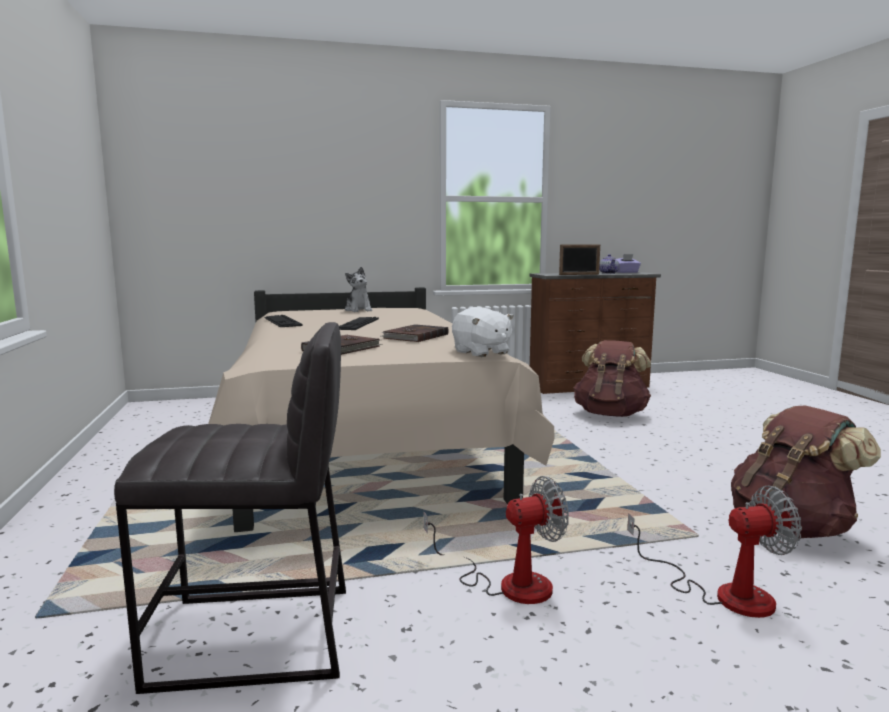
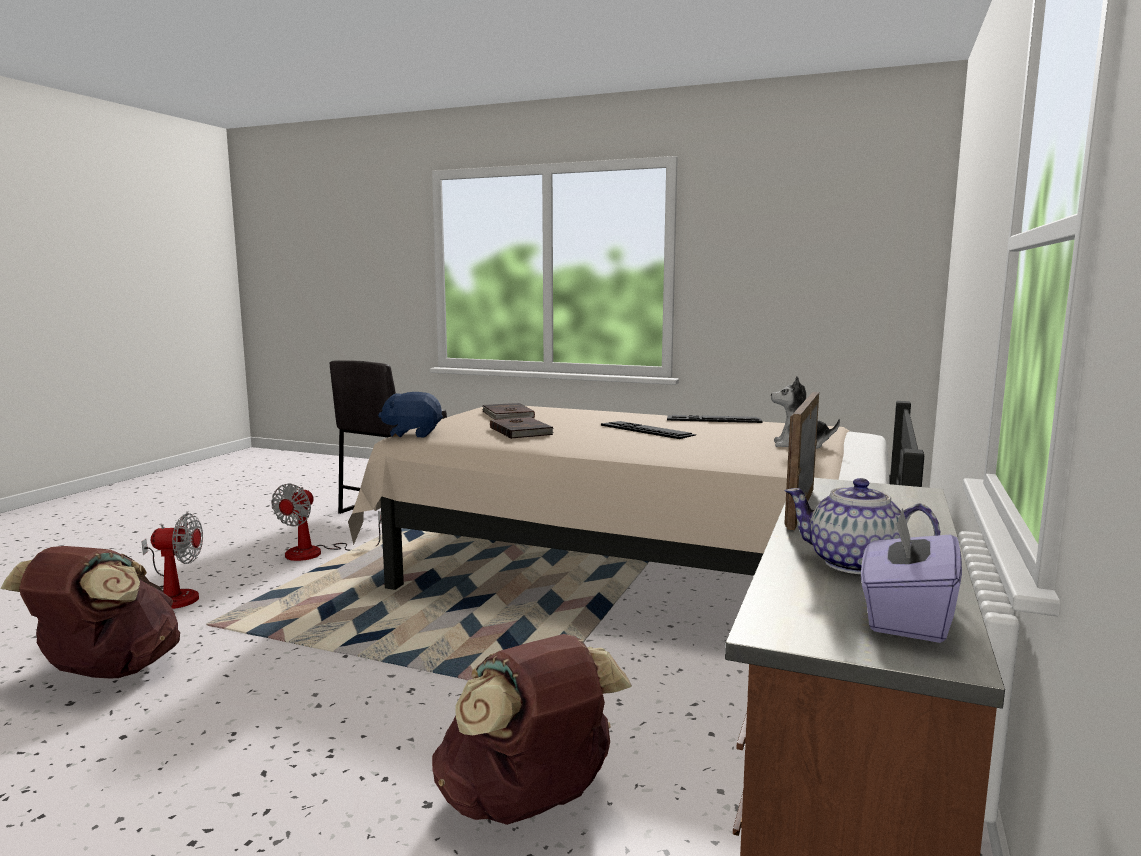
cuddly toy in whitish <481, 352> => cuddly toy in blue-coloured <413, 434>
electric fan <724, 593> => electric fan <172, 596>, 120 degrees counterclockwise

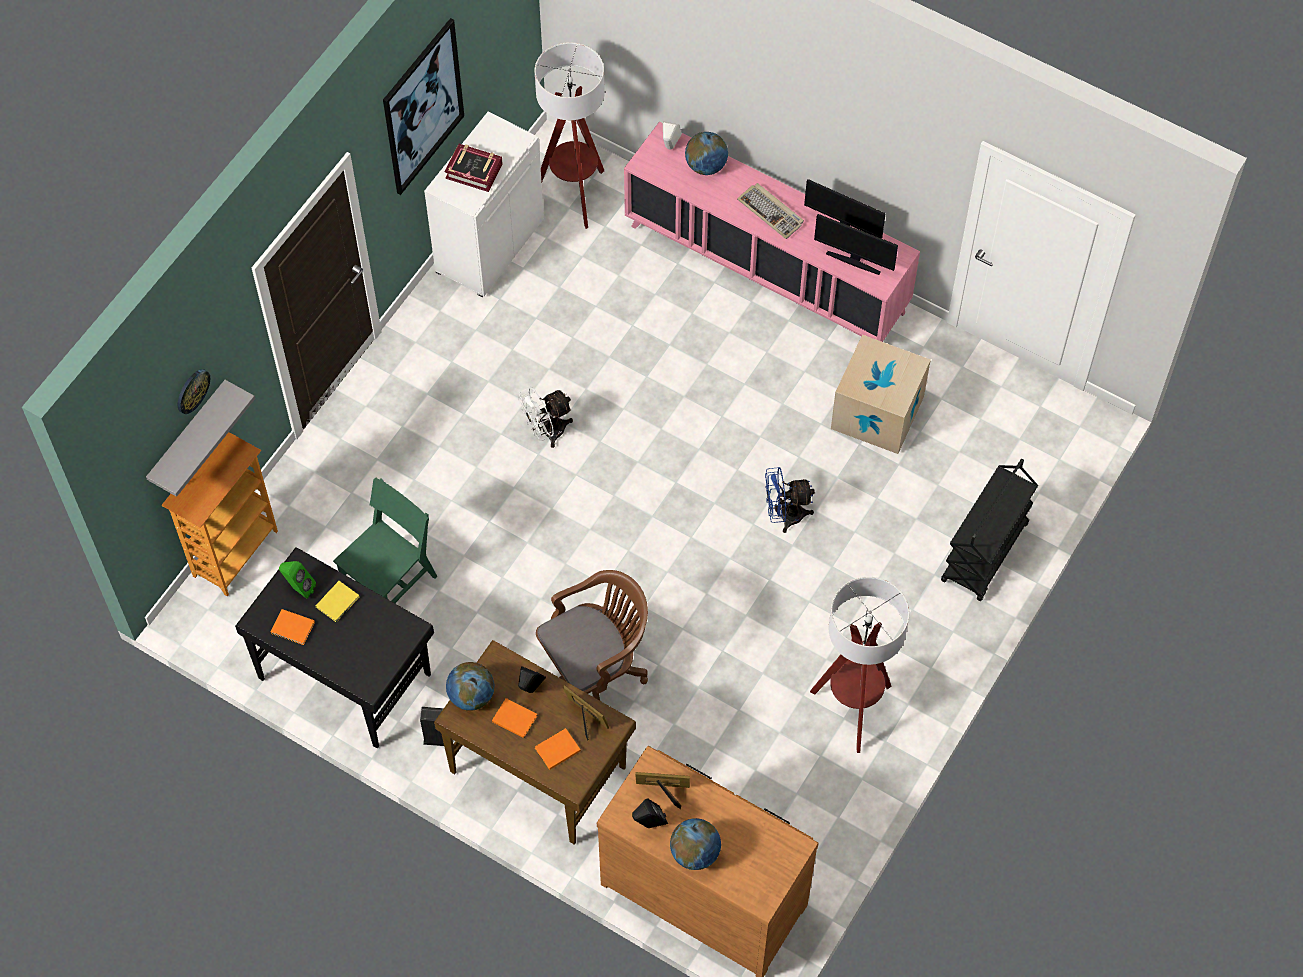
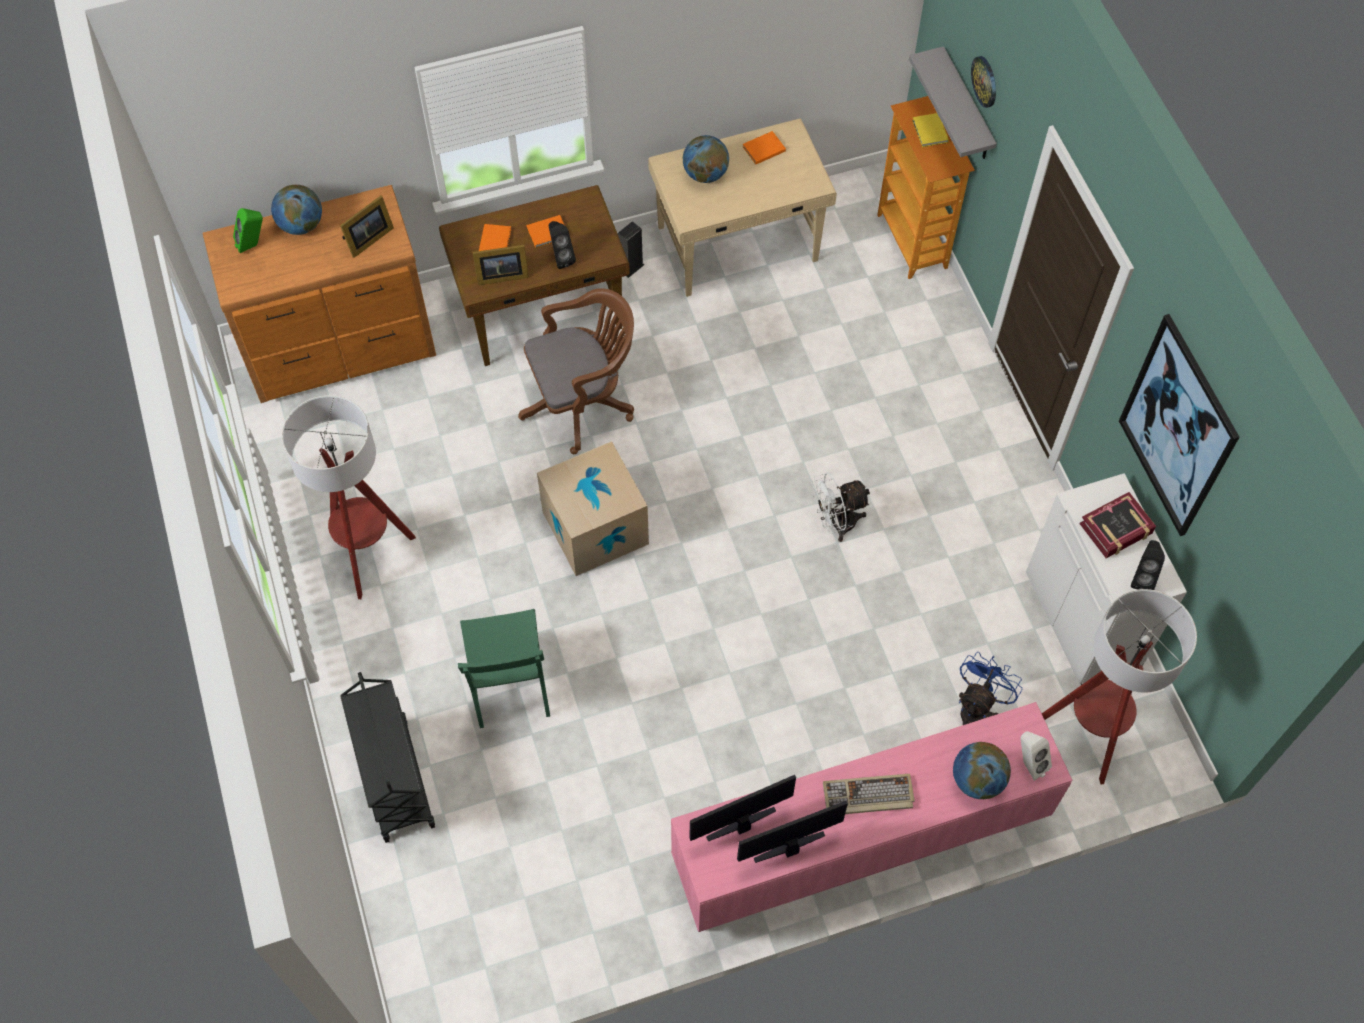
desk table in black-coloured <344, 674> => desk table in beige-coloured <739, 245>
audio speaker in greenish <299, 588> => audio speaker in greenish <253, 245>, moved
book in yellow <339, 602> => book in yellow <929, 132>, moved
upright chair in greenish <390, 583> => upright chair in greenish <509, 685>, moved
world globe <471, 696> => world globe <705, 174>, moved
electric fan in whitish <547, 432> => electric fan in whitish <836, 523>, 120 degrees counterclockwise
desk chair in brownish <594, 671> => desk chair in brownish <583, 402>, 120 degrees counterclockwise
audio speaker in black-coloured <649, 824> => audio speaker in black-coloured <1141, 577>, moved
electric fan in blue-coloured <785, 515> => electric fan in blue-coloured <977, 708>, moved
packing box <877, 412> => packing box <595, 528>, moved

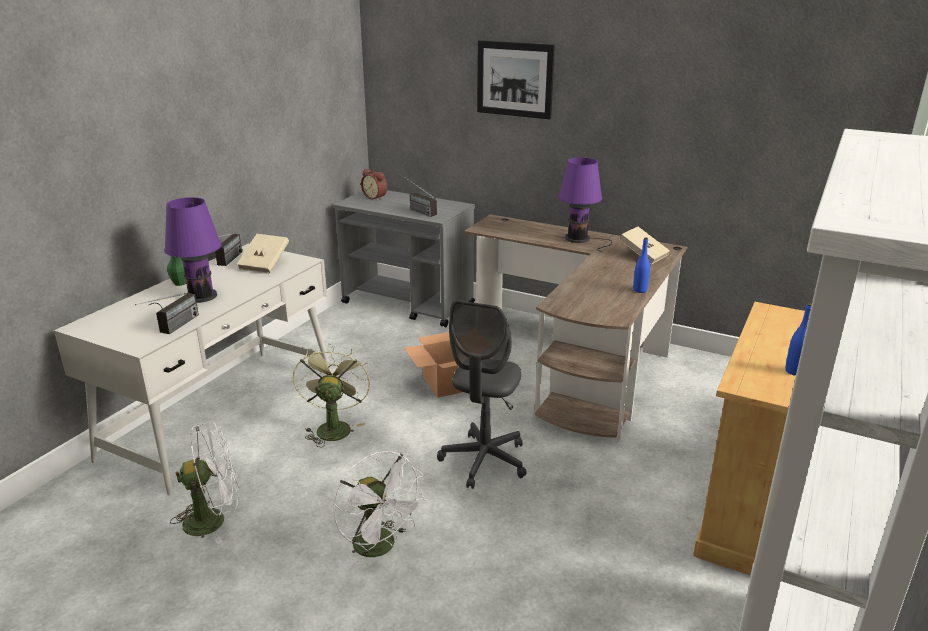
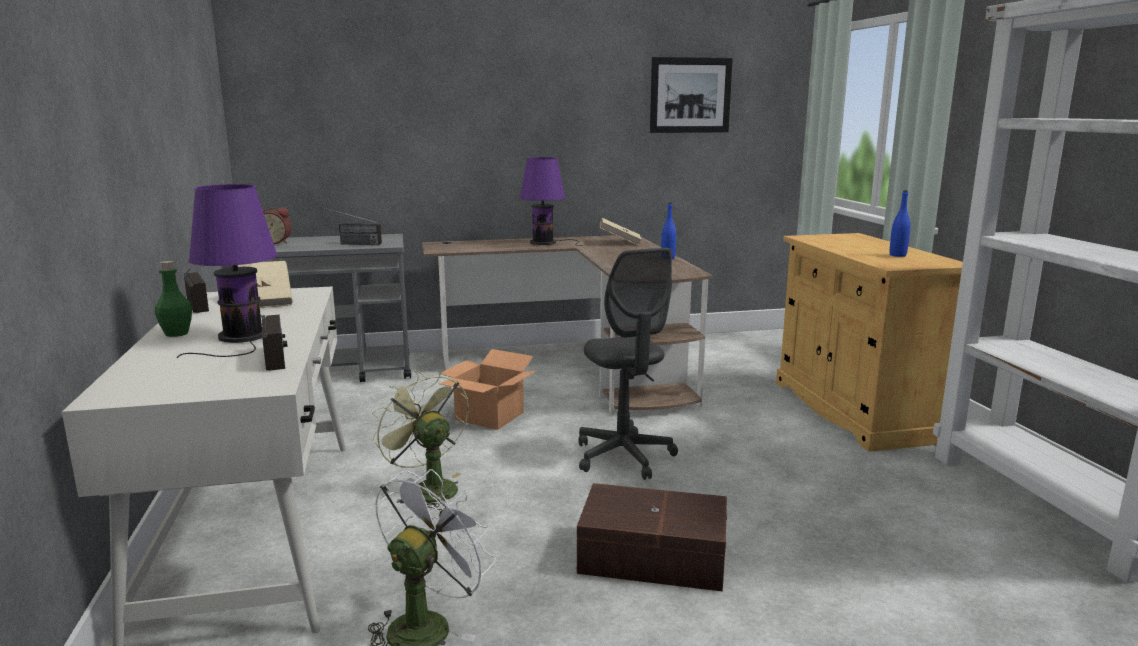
electric fan in whitish <381, 548> => storage bin in brownish <651, 555>
wall art <514, 79> => wall art <690, 95>, moved

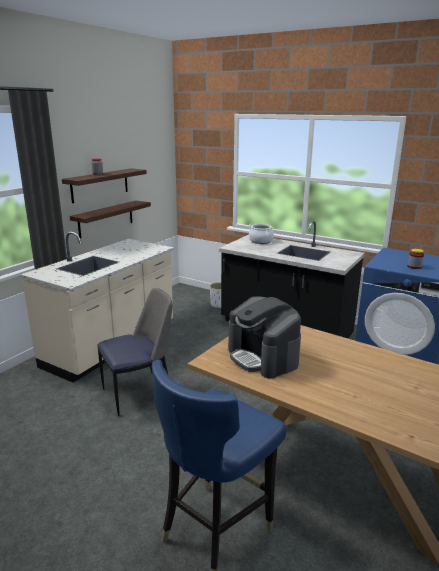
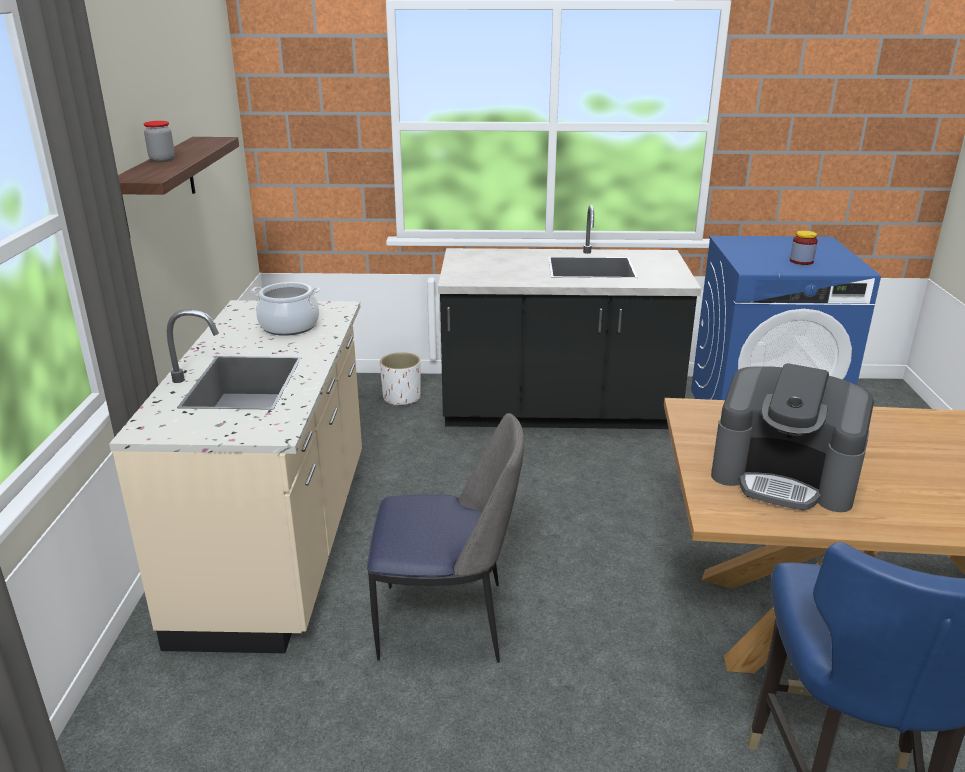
wall shelf <106, 218> => nothing
upright chair <139, 393> => upright chair <446, 622>, 60 degrees clockwise
stockpot <260, 241> => stockpot <289, 326>, moved

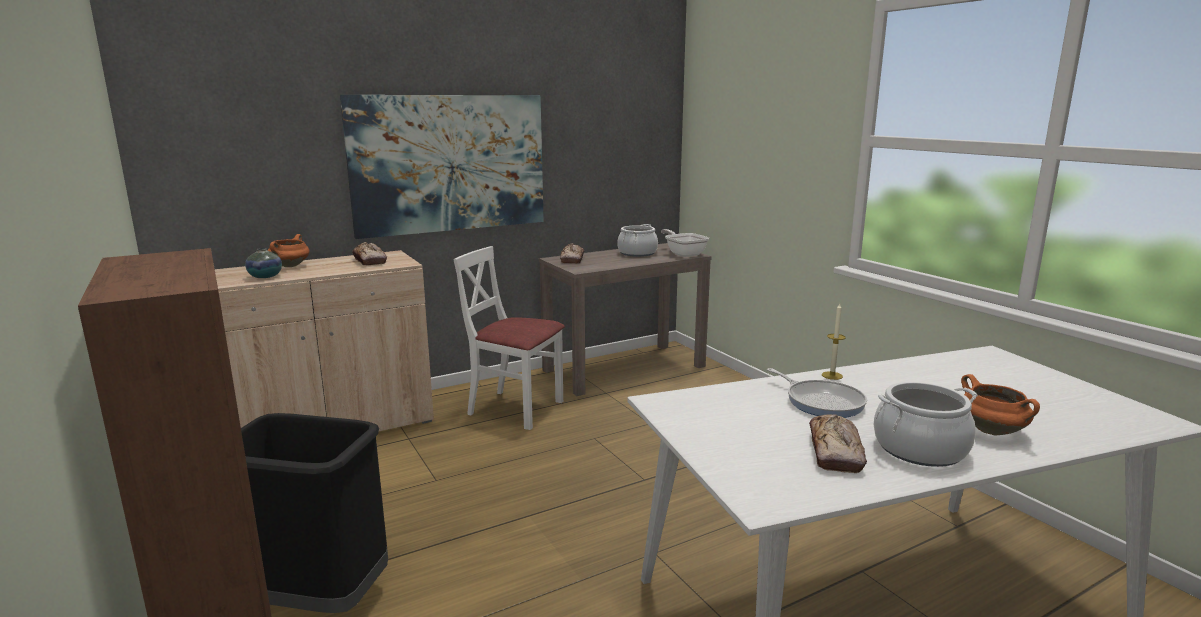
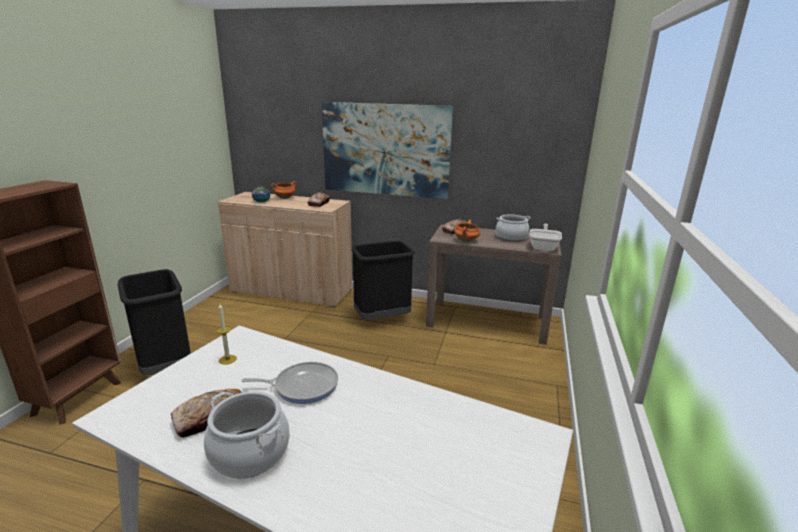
upright chair in whitish <515, 408> => rubbish bin in black-coloured <382, 318>
frying pan <821, 402> => frying pan <302, 386>, 105 degrees counterclockwise
wax candle <832, 375> => wax candle <227, 359>, moved
stockpot in orange <993, 431> => stockpot in orange <466, 241>, moved

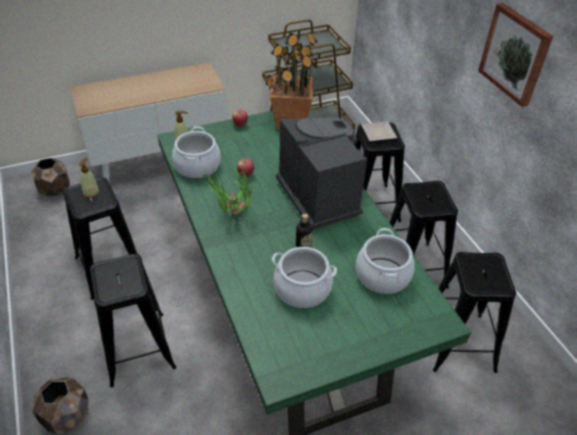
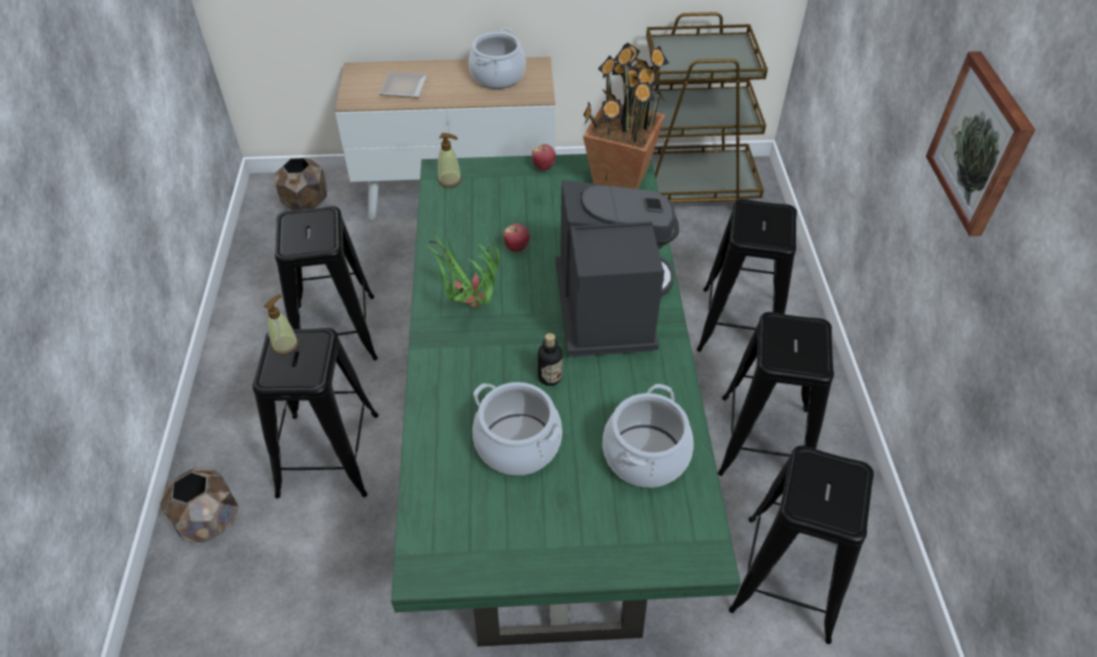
liquid soap bottle <91, 192> => liquid soap bottle <285, 344>, moved
stockpot <197, 166> => stockpot <498, 76>, moved
flat dish <378, 134> => flat dish <402, 88>, moved

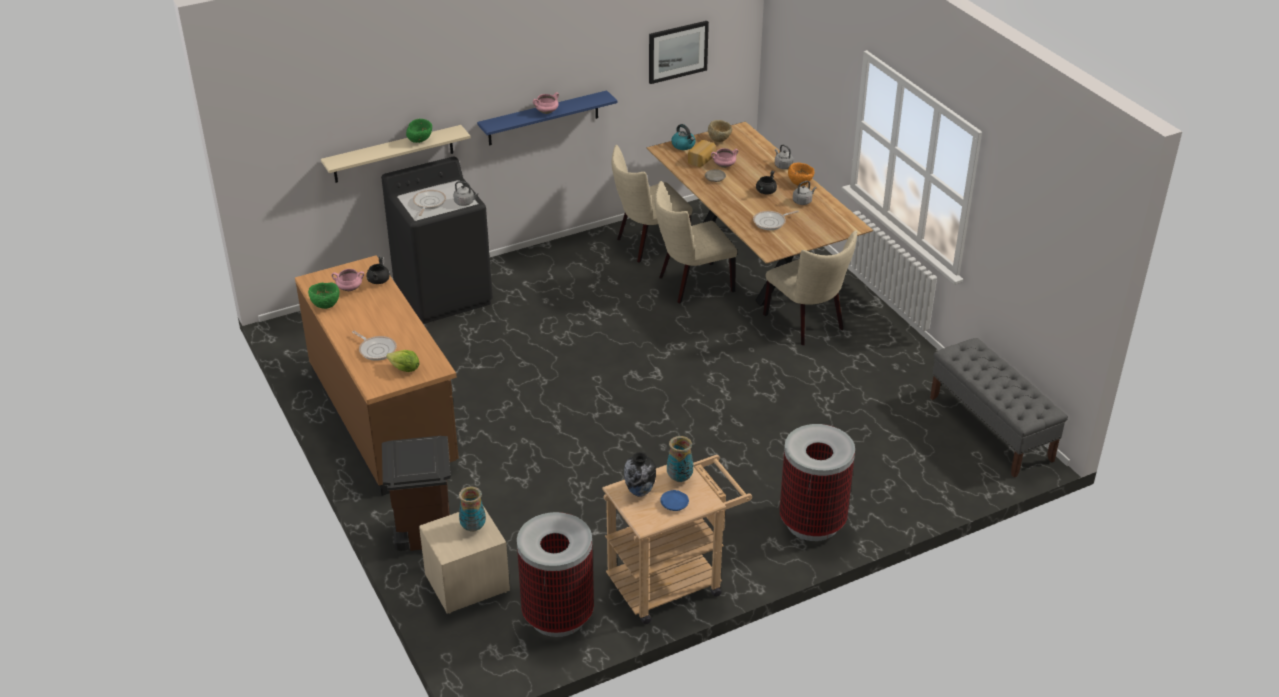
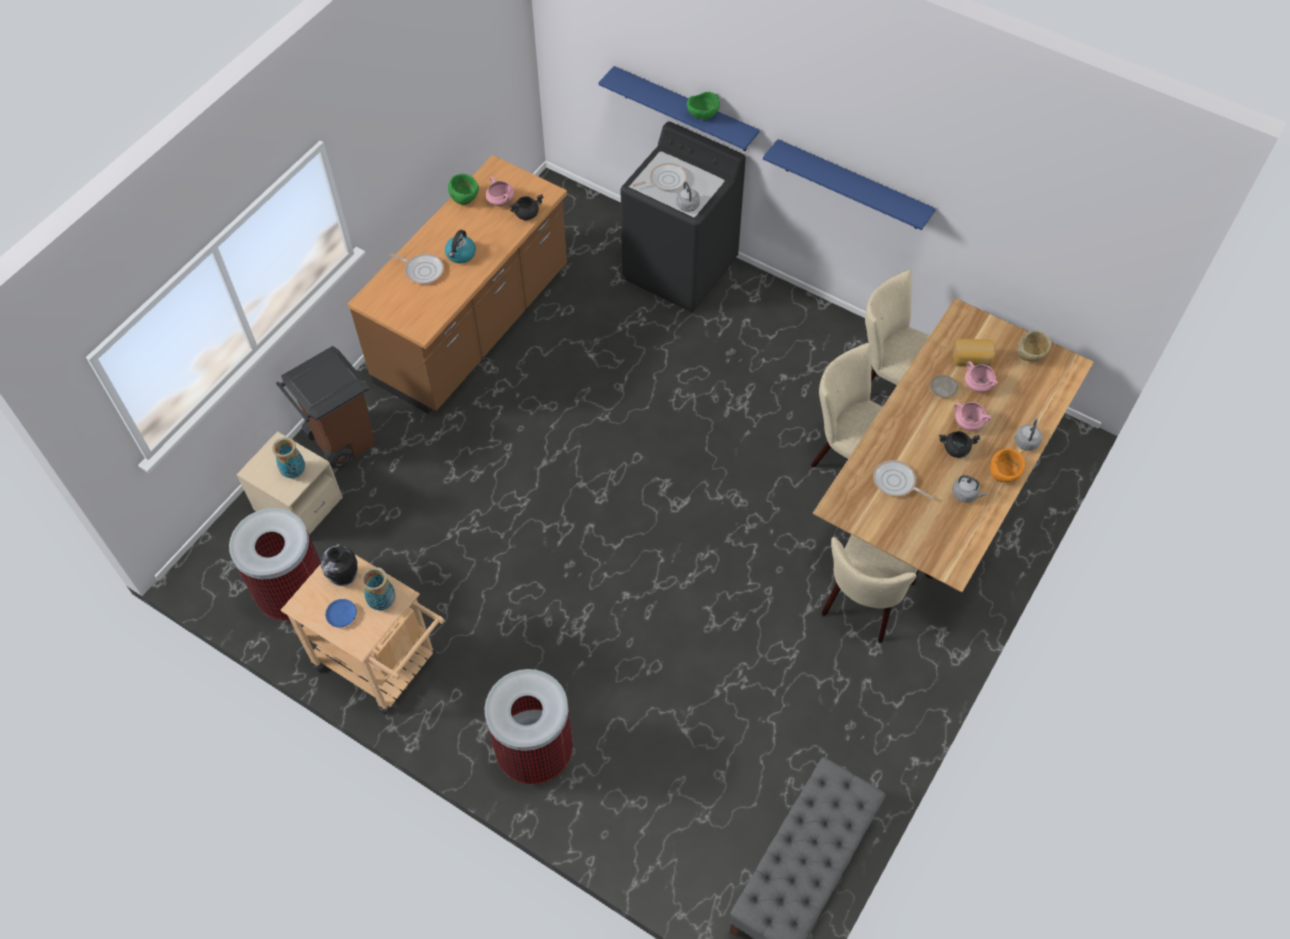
wall shelf in beige-coloured <393, 154> => wall shelf in blue-coloured <685, 110>
frying pan <376, 349> => frying pan <422, 270>, 75 degrees counterclockwise
lettuce <405, 369> => nothing
stockpot in pink-coloured <546, 112> => stockpot in pink-coloured <967, 423>, moved
wall art <677, 51> => nothing
tea kettle <683, 145> => tea kettle <461, 254>, moved

